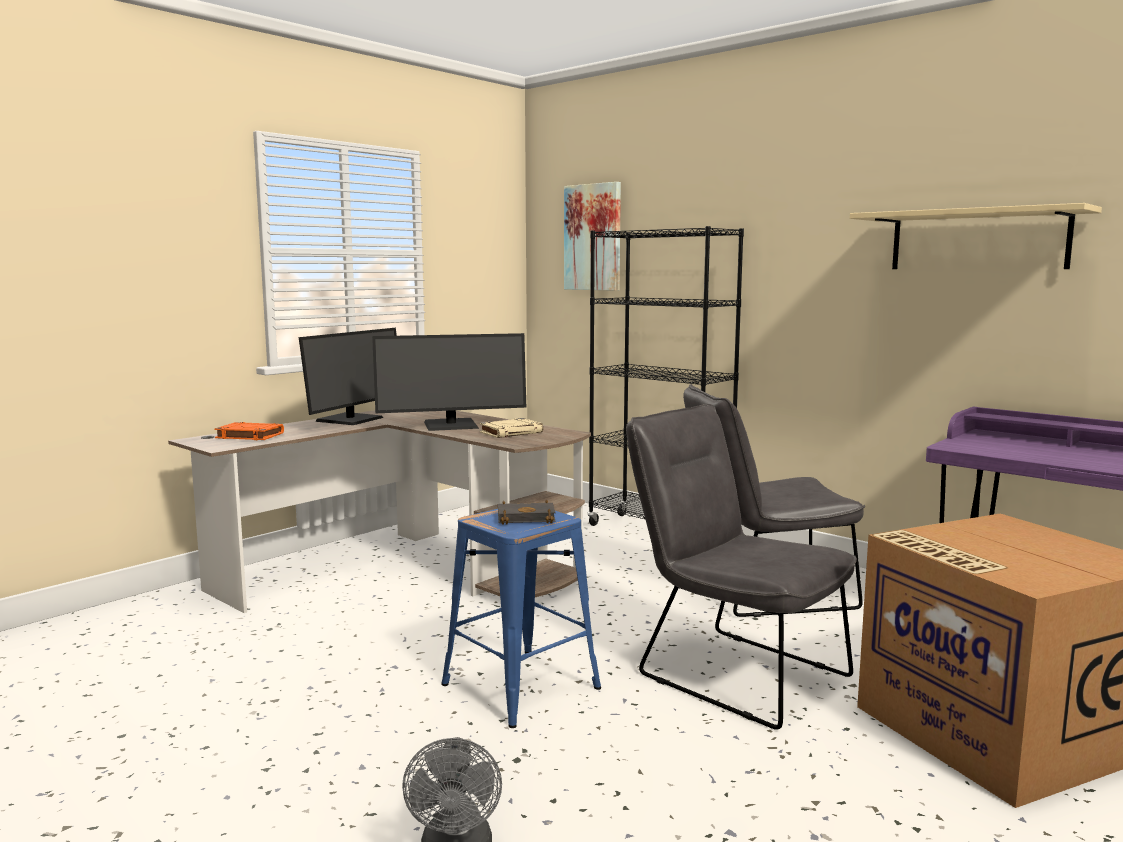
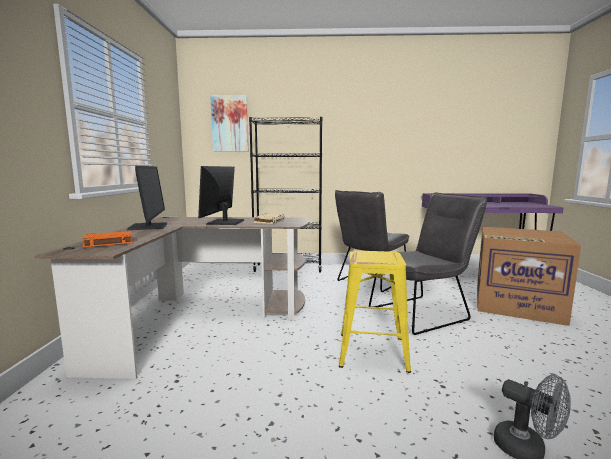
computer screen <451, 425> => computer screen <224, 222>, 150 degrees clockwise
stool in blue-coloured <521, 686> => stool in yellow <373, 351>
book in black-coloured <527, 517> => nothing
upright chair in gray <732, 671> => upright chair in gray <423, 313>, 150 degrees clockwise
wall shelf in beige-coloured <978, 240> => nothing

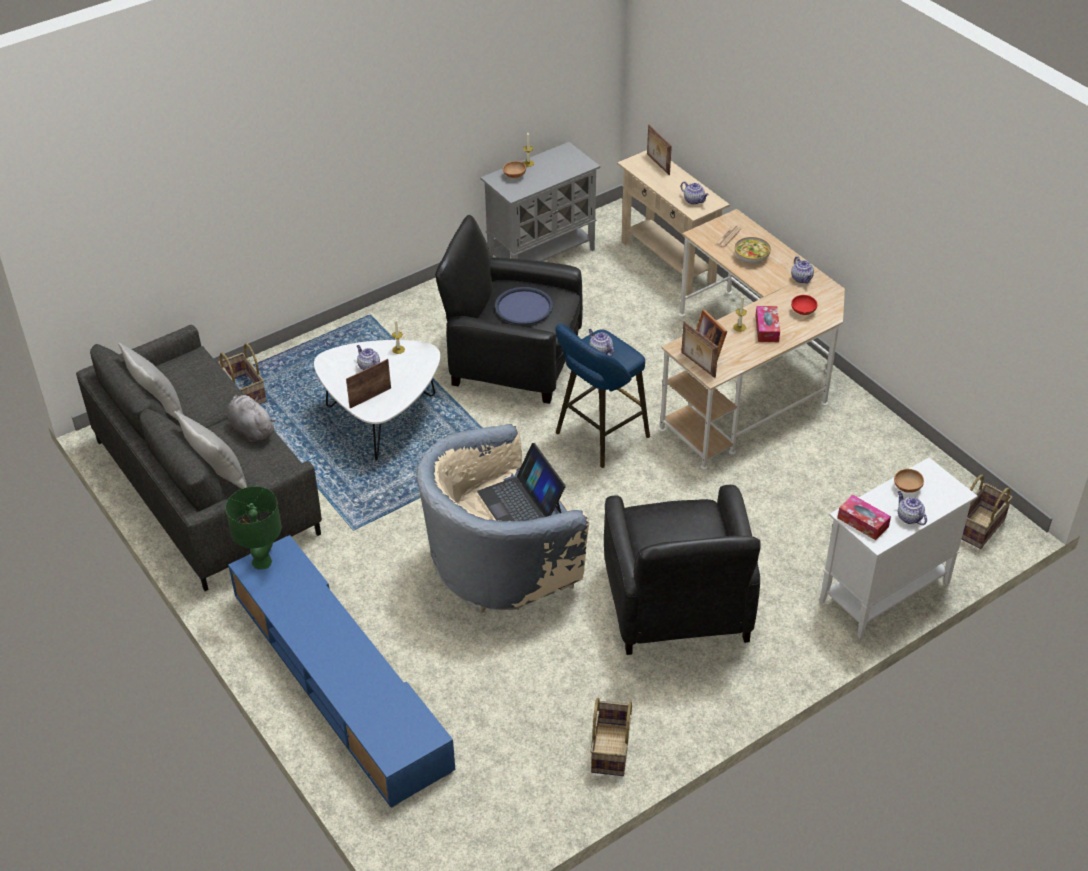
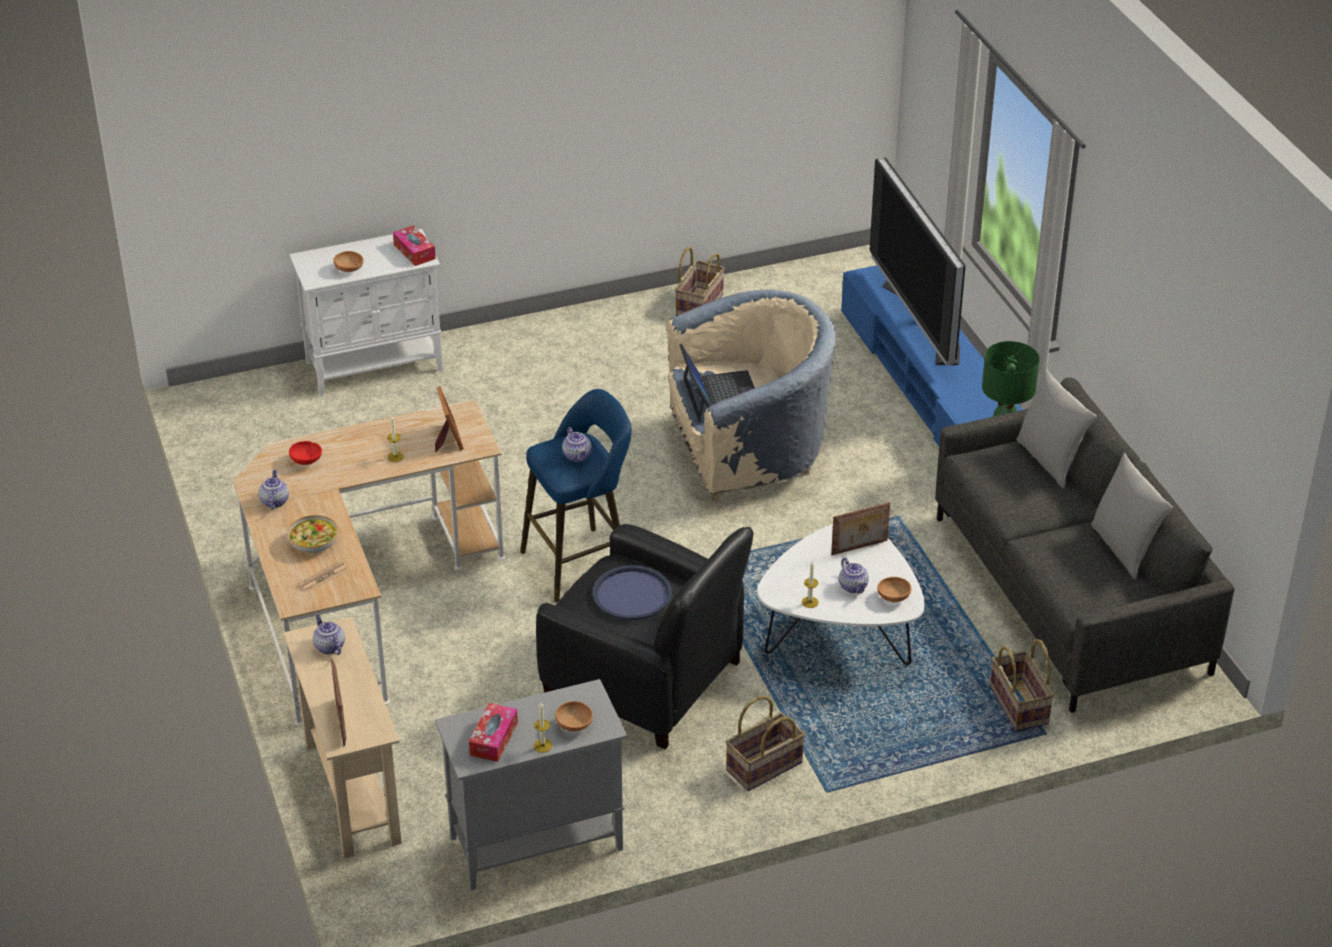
cuddly toy in gray <251, 429> => nothing
armchair in black-coloured <677, 604> => nothing
photo frame <697, 365> => nothing
box of tissues <767, 329> => box of tissues <493, 739>, moved
teapot <908, 517> => nothing
storage basket <979, 526> => storage basket <764, 767>, moved
nothing => TV set <921, 322>
nothing => bowl in brownish <893, 597>

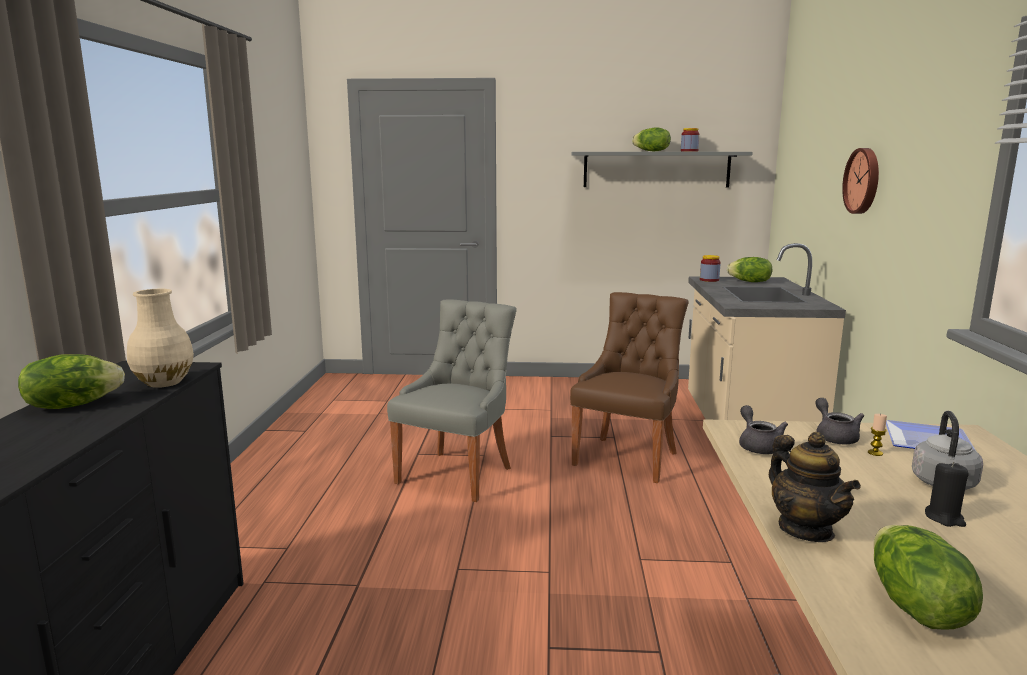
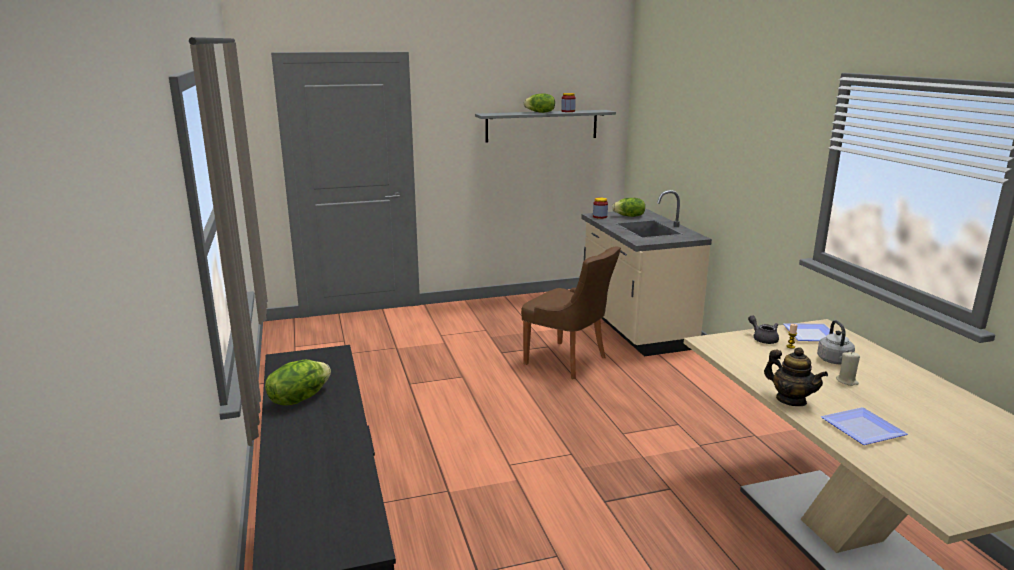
flower vase in beige-coloured <165, 382> => nothing
upright chair in gray <457, 474> => nothing
upright chair in brownish <628, 457> => upright chair in brownish <568, 361>, 120 degrees clockwise
teapot in gray <758, 445> => nothing
wall clock <863, 181> => nothing
lettuce <914, 606> => flat dish <862, 430>
wax candle in black-coloured <944, 518> => wax candle in beige-coloured <847, 381>

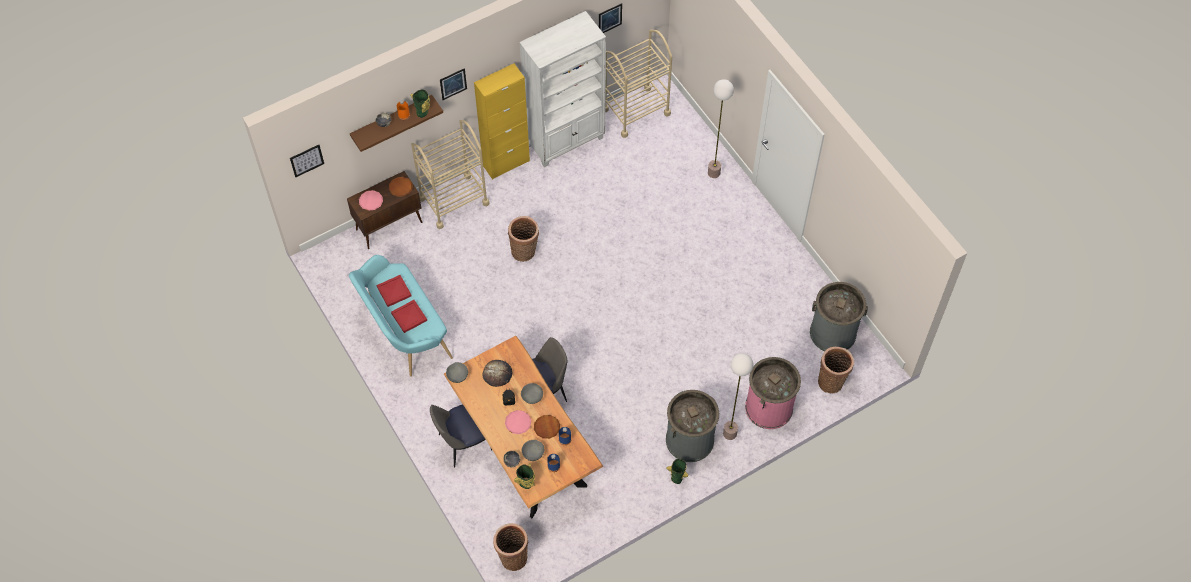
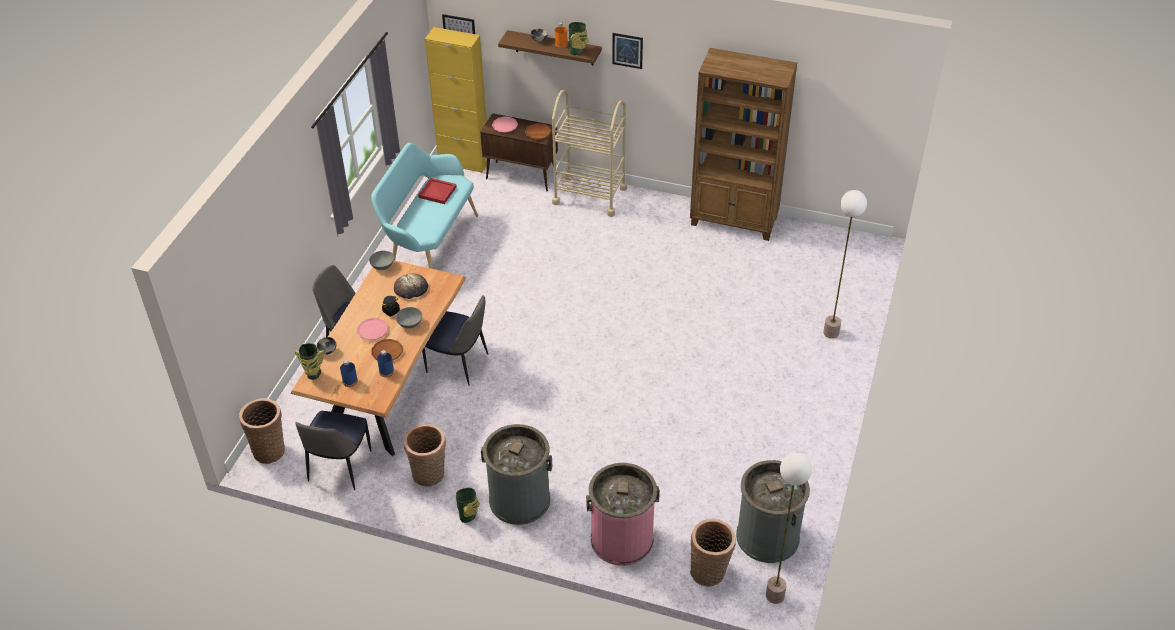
carrying tray in red-coloured <409, 317> => nothing
storage cabinet in yellow <506, 163> => storage cabinet in yellow <464, 162>, moved
storage basket <525, 251> => storage basket <429, 475>, moved
bookshelf in whitish <566, 141> => bookshelf in brownish <734, 221>
bowl in gray <533, 453> => nothing
wall art <610, 18> => nothing
wheeled cart in beige-coloured <636, 111> => nothing
floor lamp <730, 433> => floor lamp <775, 596>, moved
nothing => upright chair <339, 468>

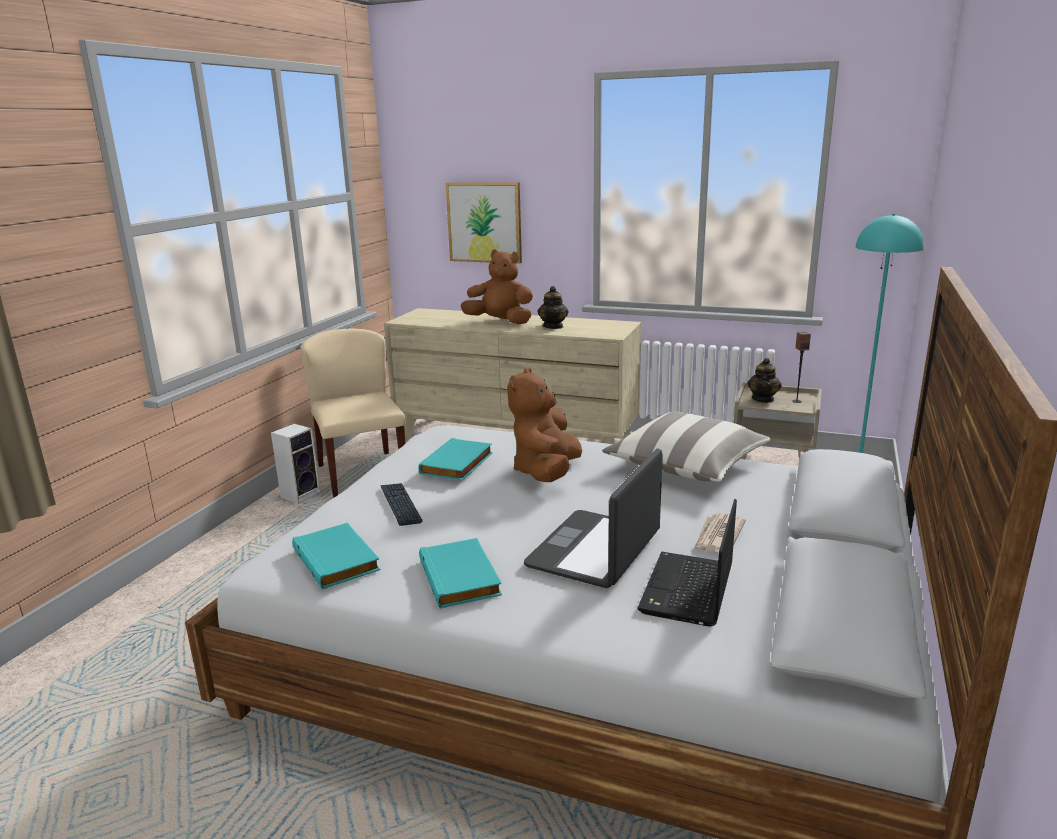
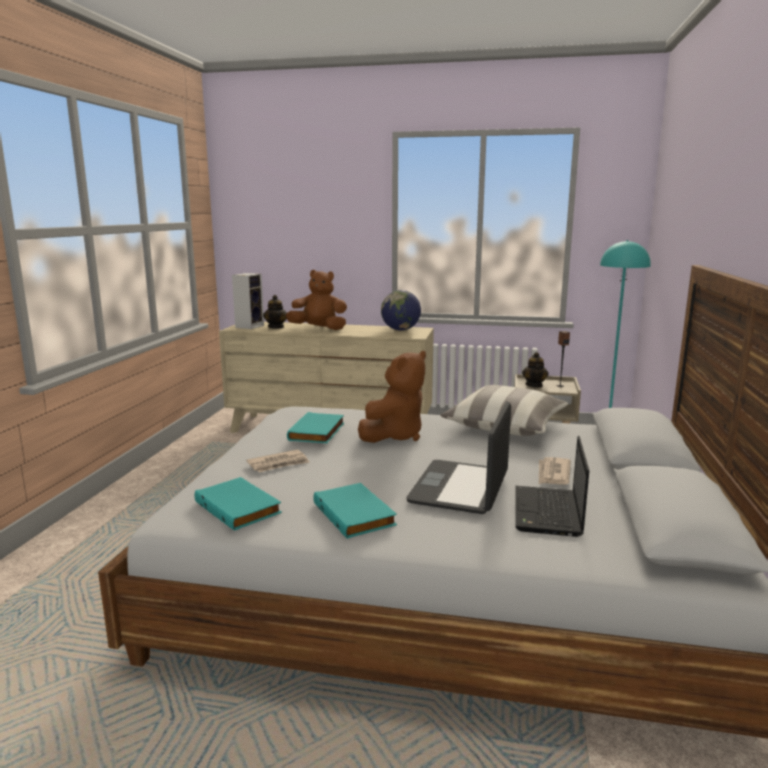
audio speaker <301, 494> => audio speaker <249, 326>, moved
upright chair in beige-coloured <361, 474> => nothing
computer keyboard <400, 505> => newspaper <279, 464>
wall art <484, 222> => nothing
cuddly toy in brownish <546, 472> => cuddly toy in brownish <394, 435>, 150 degrees counterclockwise
teapot <553, 326> => teapot <276, 327>, moved
nothing => world globe <400, 330>

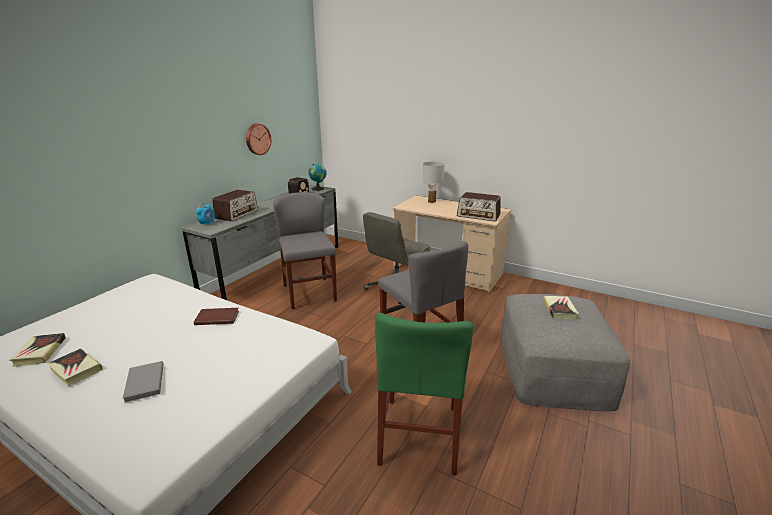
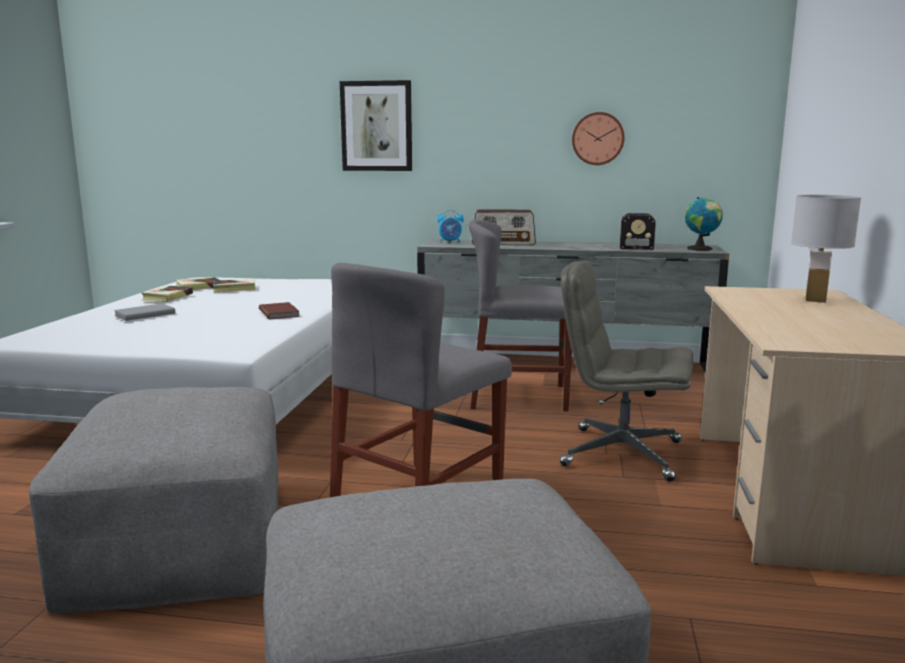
upright chair in gray <309, 293> => upright chair in gray <519, 396>, 135 degrees counterclockwise
upright chair in greenish <419, 433> => pouffe in gray <179, 537>
radio <478, 216> => nothing
book <559, 310> => book <234, 289>, moved
nothing => wall art <376, 126>

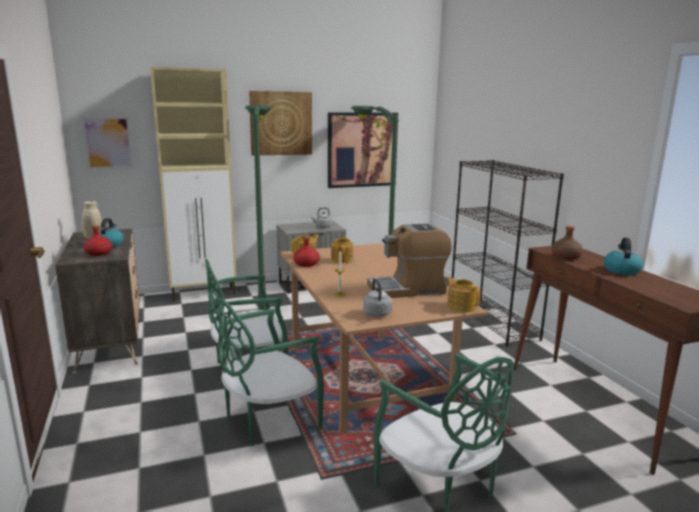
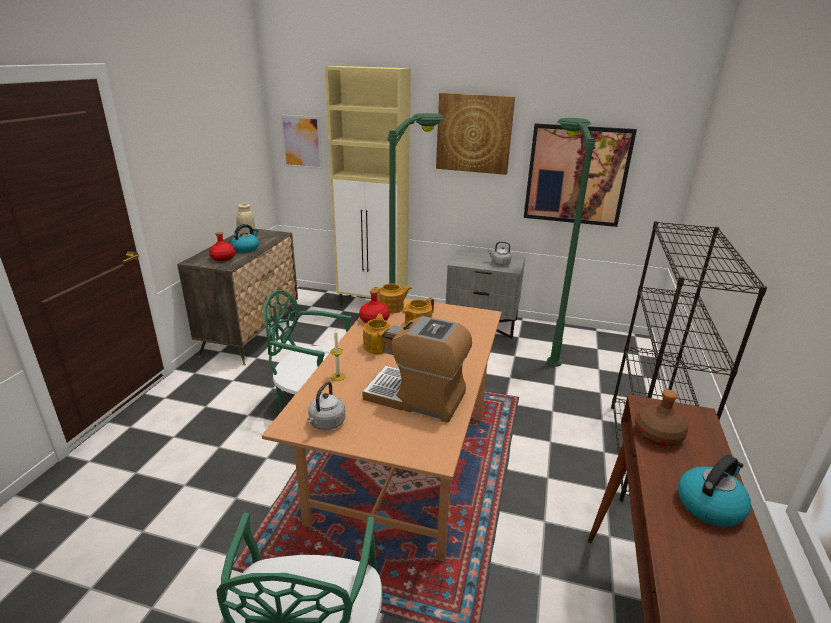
upright chair in greenish <268, 420> => nothing
teapot <461, 306> => teapot <378, 346>, moved

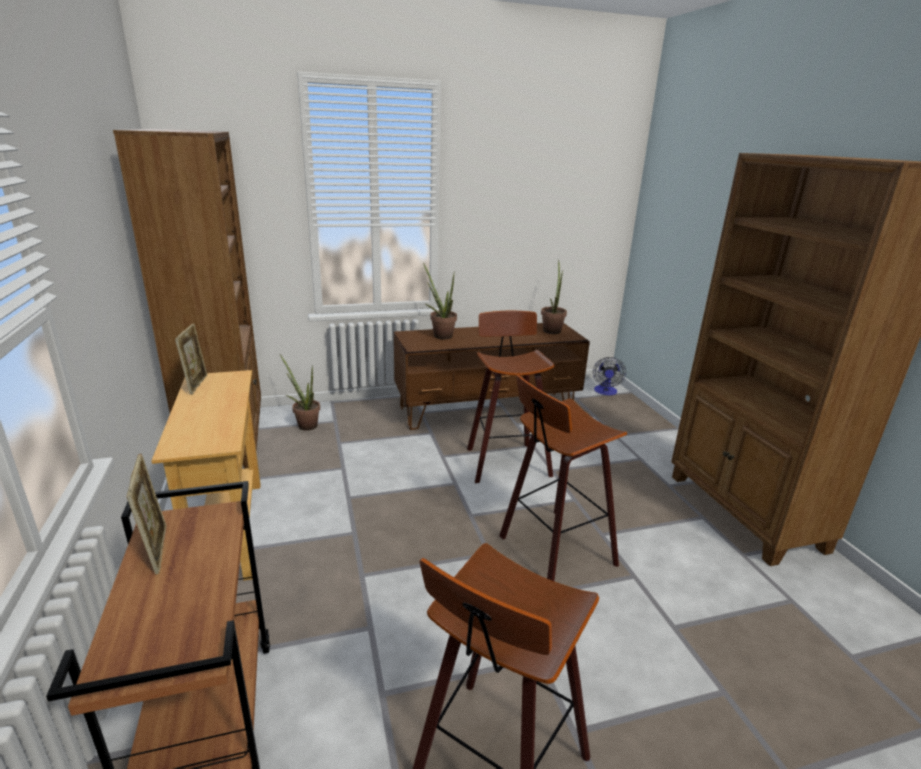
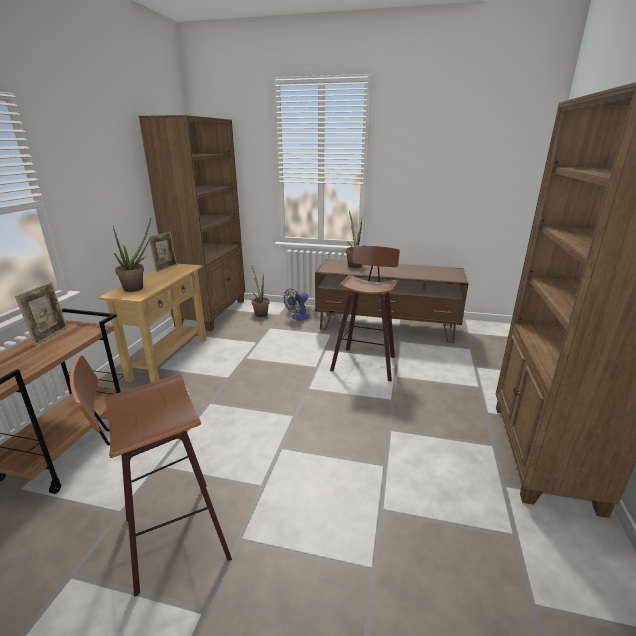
stool <552, 550> => nothing
potted plant <552, 330> => potted plant <137, 287>, moved
electric fan <605, 392> => electric fan <298, 317>, moved

